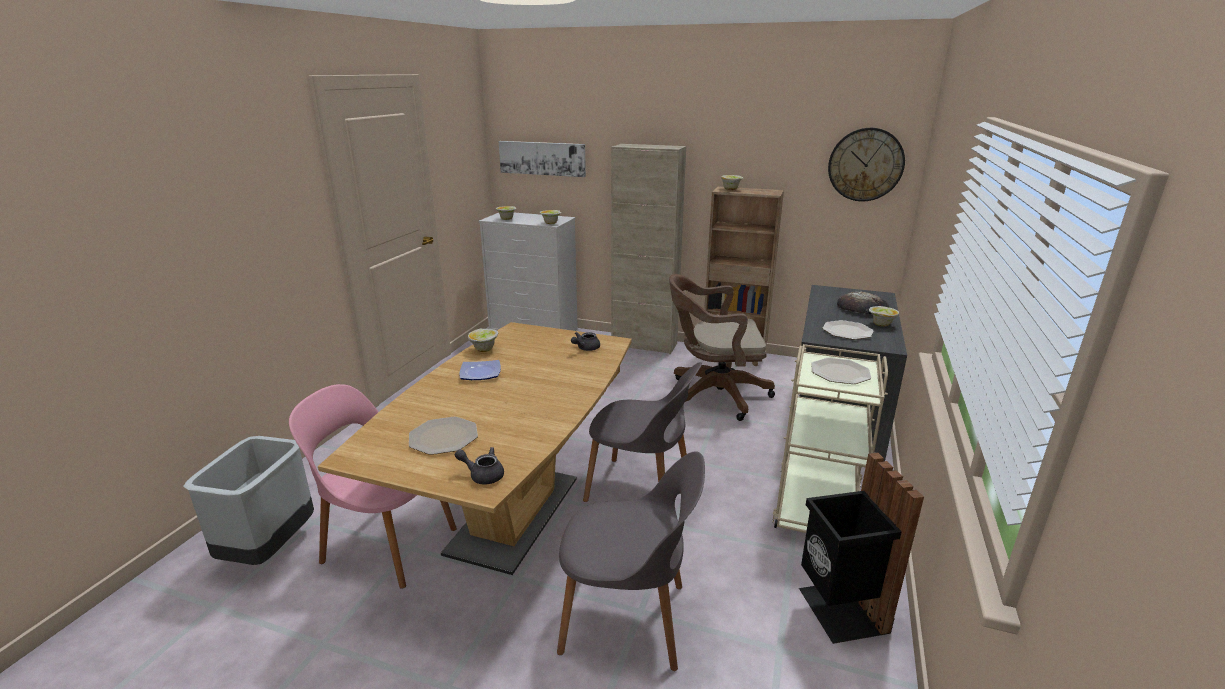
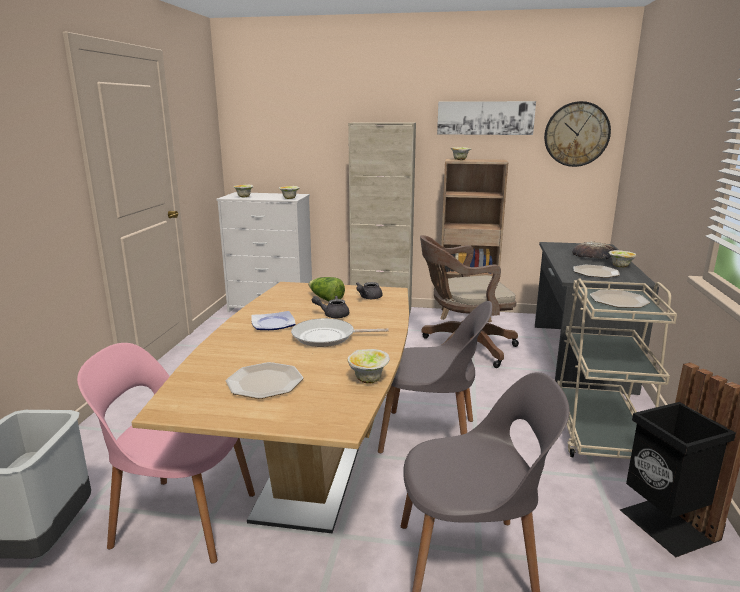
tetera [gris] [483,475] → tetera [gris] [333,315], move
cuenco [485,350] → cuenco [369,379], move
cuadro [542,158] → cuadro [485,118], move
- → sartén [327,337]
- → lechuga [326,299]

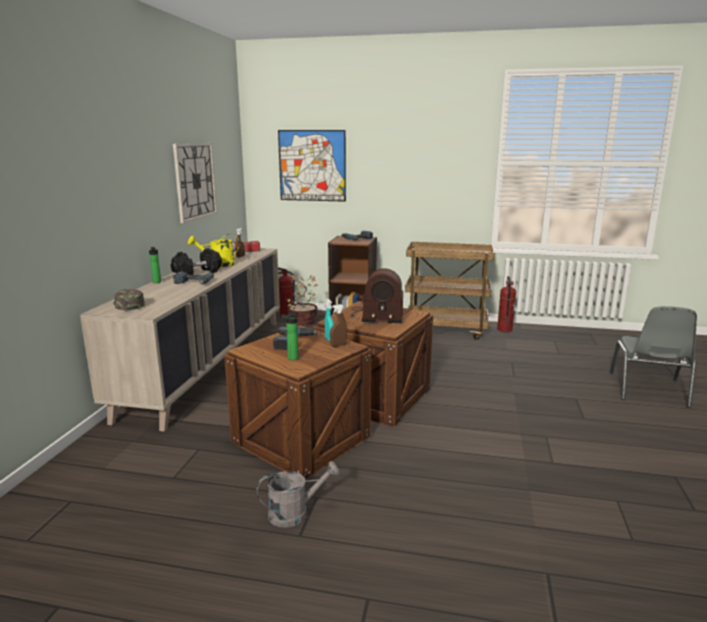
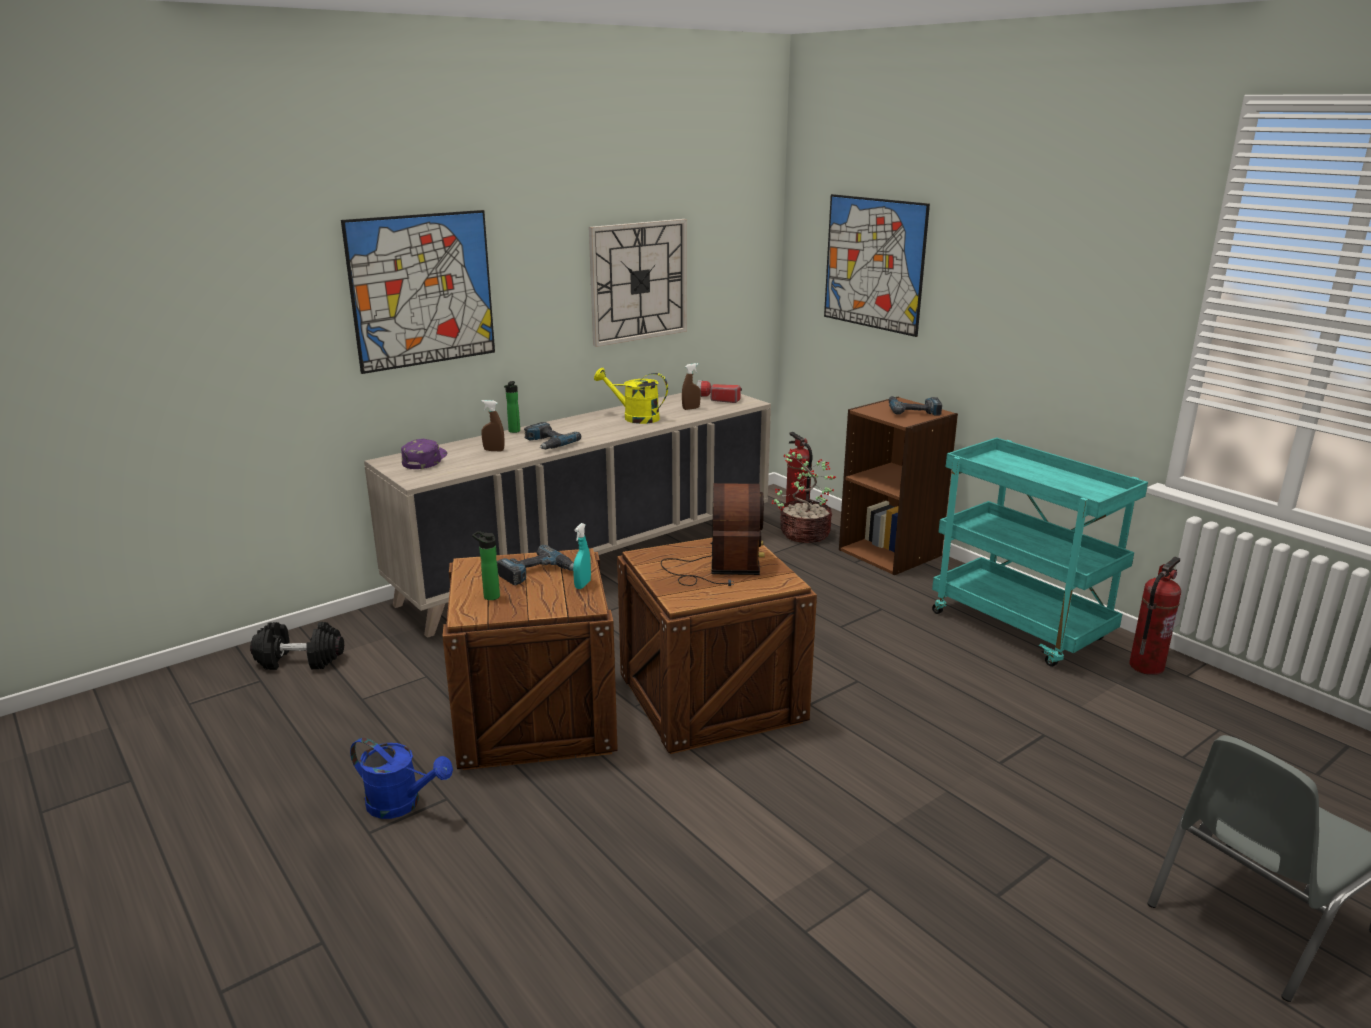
gorra [verde] [128,304] → gorra [morado] [424,460]
mancuerna [negro] [197,272] → mancuerna [negro] [300,660], move
regadera [gris] [295,513] → regadera [azul] [402,804]
pulverizador [marrón] [338,345] → pulverizador [marrón] [494,450], move
radio [376,316] → radio [717,567], 135 degrees counterclockwise
carrito [marrón] [446,330] → carrito [turquesa] [1021,627]
- → cuadro [422,290]

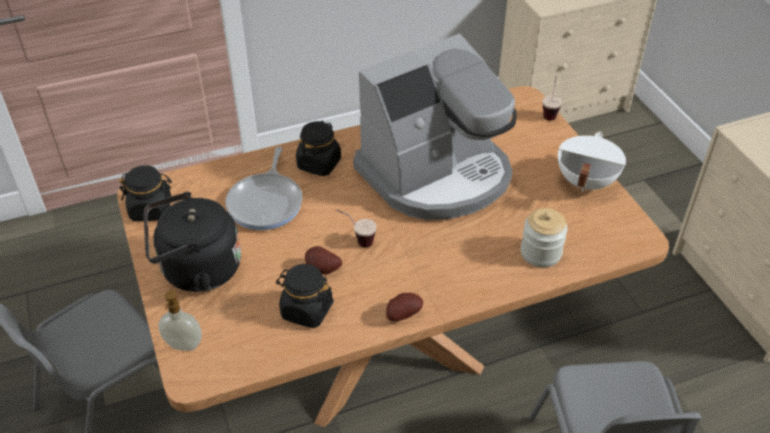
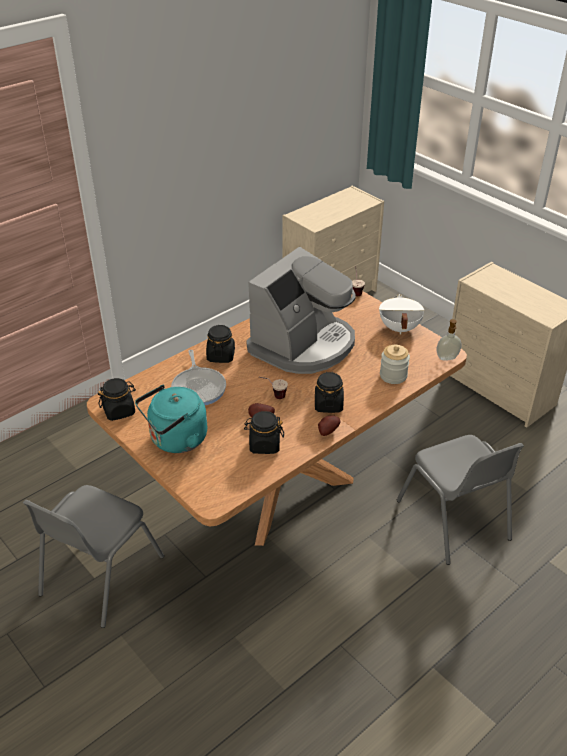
hervidor [negro] [196,270] → hervidor [turquesa] [176,440]
dispensador de jabón [183,345] → dispensador de jabón [447,358], move
- → tarro [negro] [328,404]

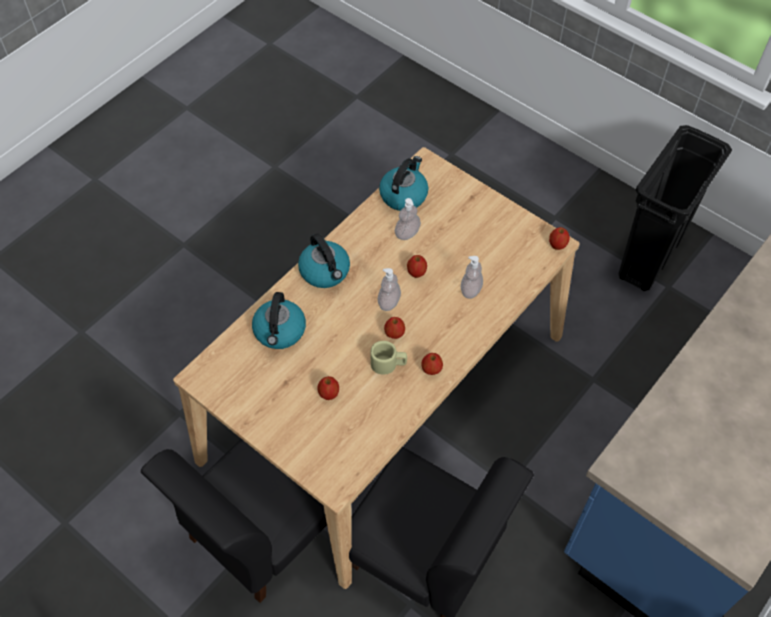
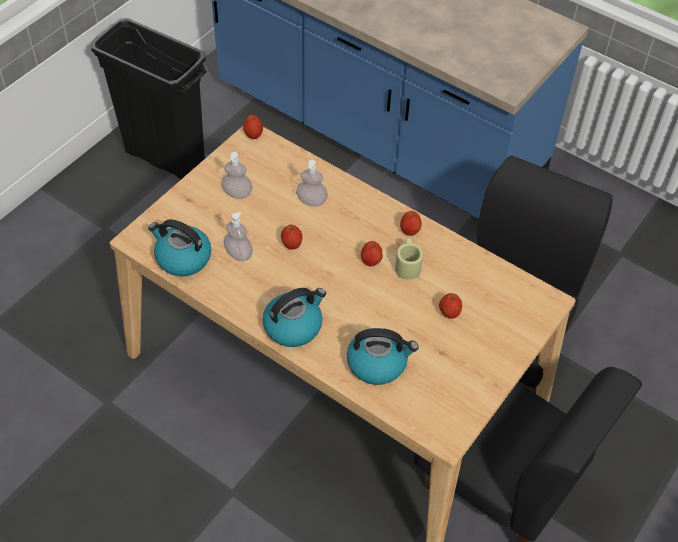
dispensador de jabón [389,302] → dispensador de jabón [237,193], move

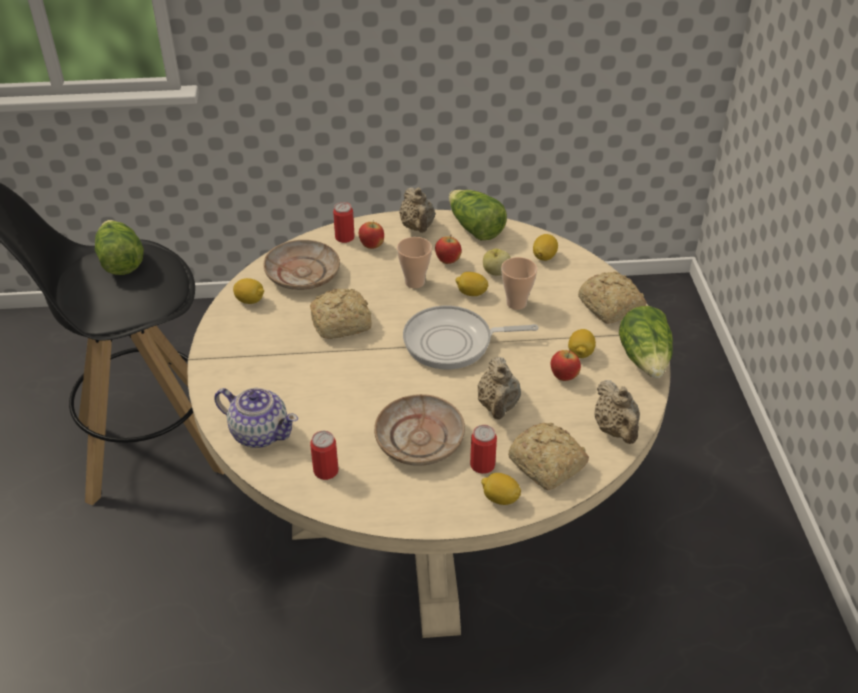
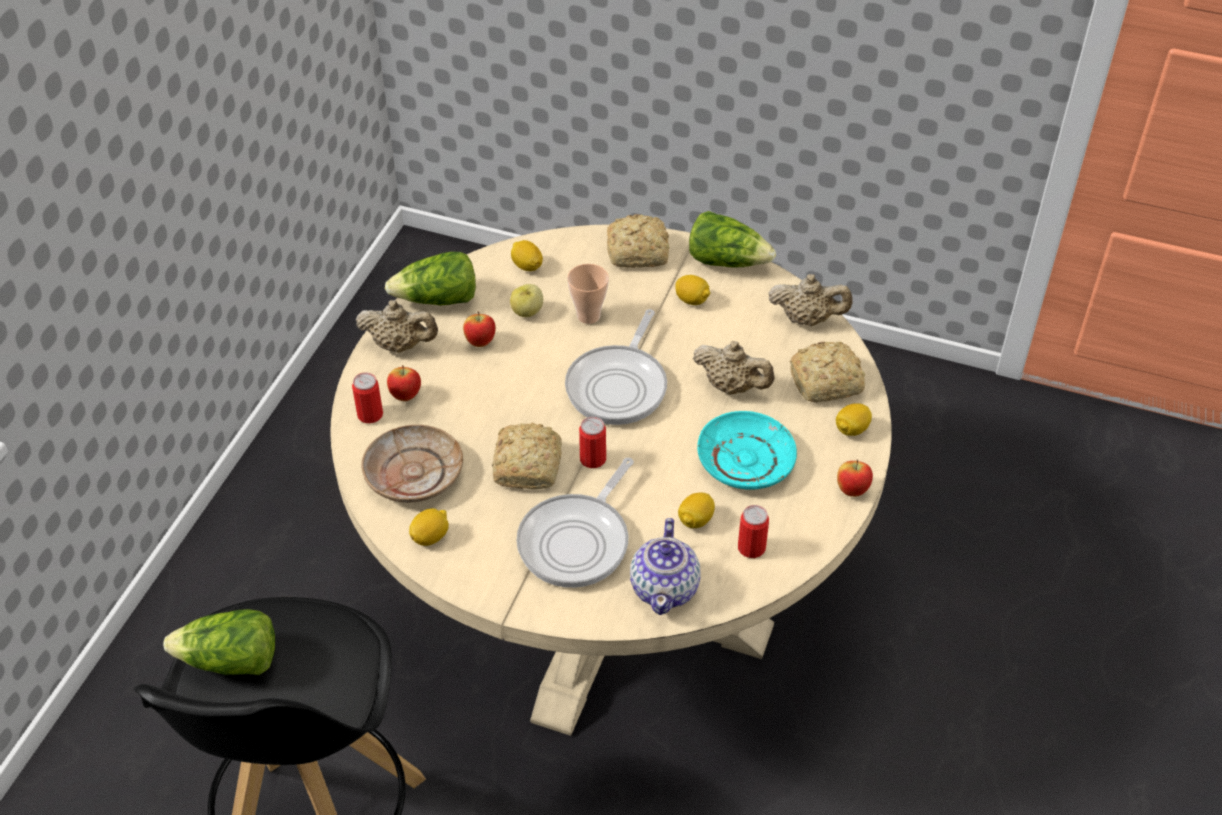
tetera [259,432] → tetera [665,588], 135 degrees clockwise
plato [beis] [420,439] → plato [turquesa] [745,460]
taza [414,282] → -
limón [471,293] → limón [695,520], move
lata [482,465] → lata [592,459], move
manzana [563,377] → manzana [852,490], move
- → sartén [578,541]

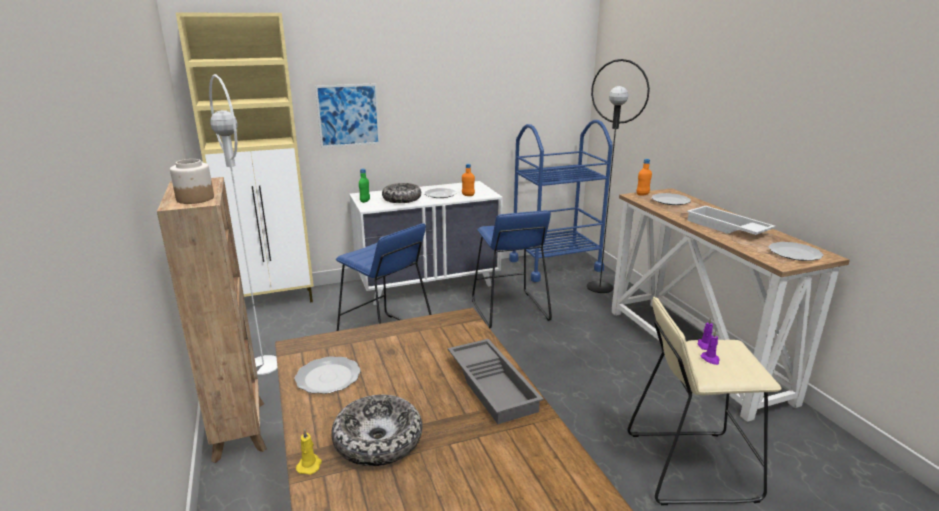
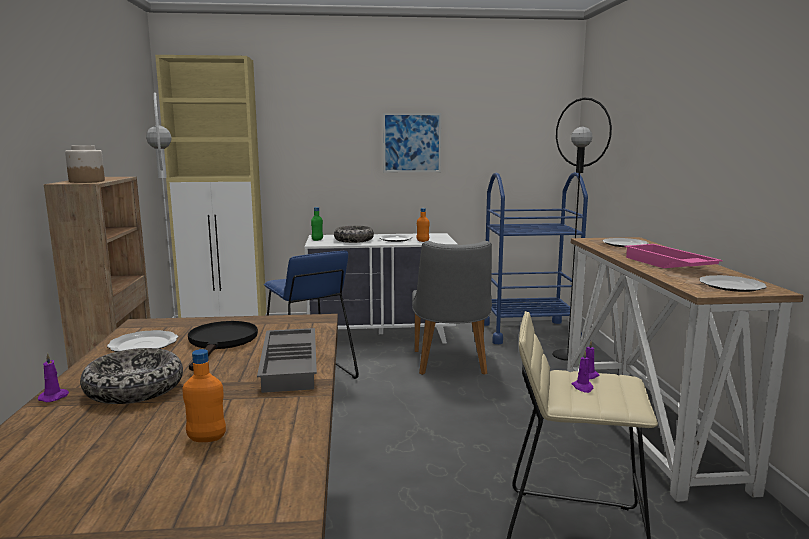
vela [amarillo] [310,465] → vela [morado] [54,397]
cuadro [348,115] → cuadro [412,142], move
taburete [azul] [508,310] → silla [gris] [451,365]
botella [naranja] [642,194] → botella [naranja] [206,439], move
bandeja [blanco] [726,228] → bandeja [rosa] [667,264]
- → sartén [negro] [221,343]

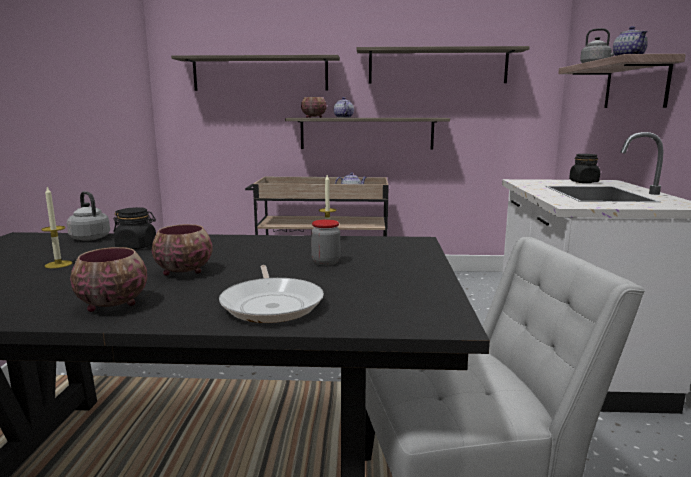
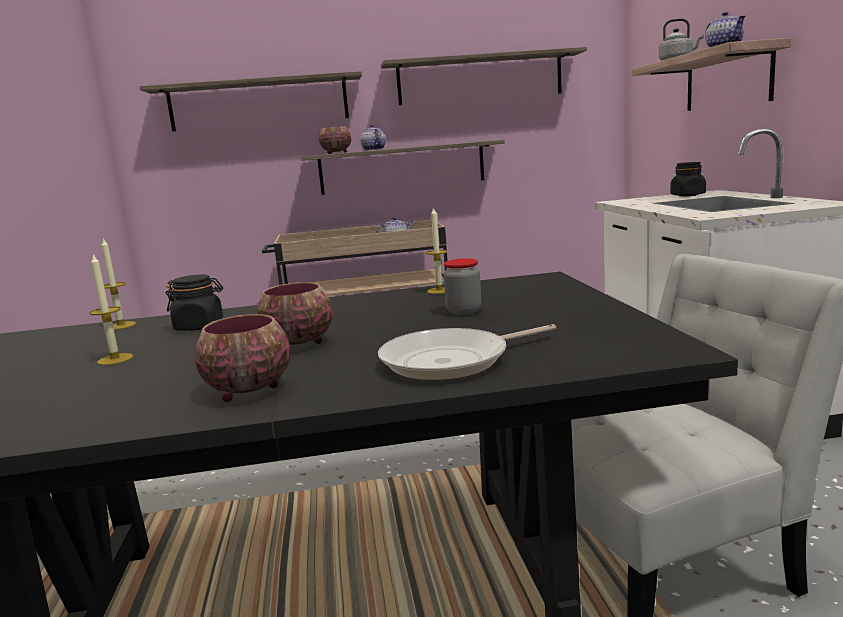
hervidor [gris] [89,238] → vela [121,325]
sartén [272,304] → sartén [452,361], 90 degrees clockwise

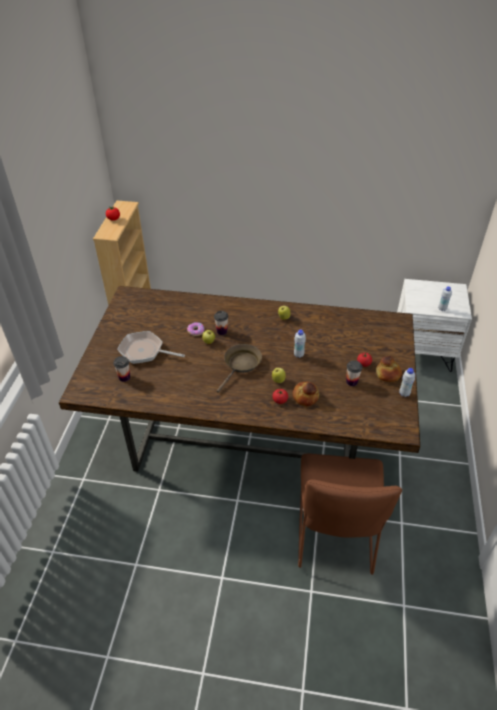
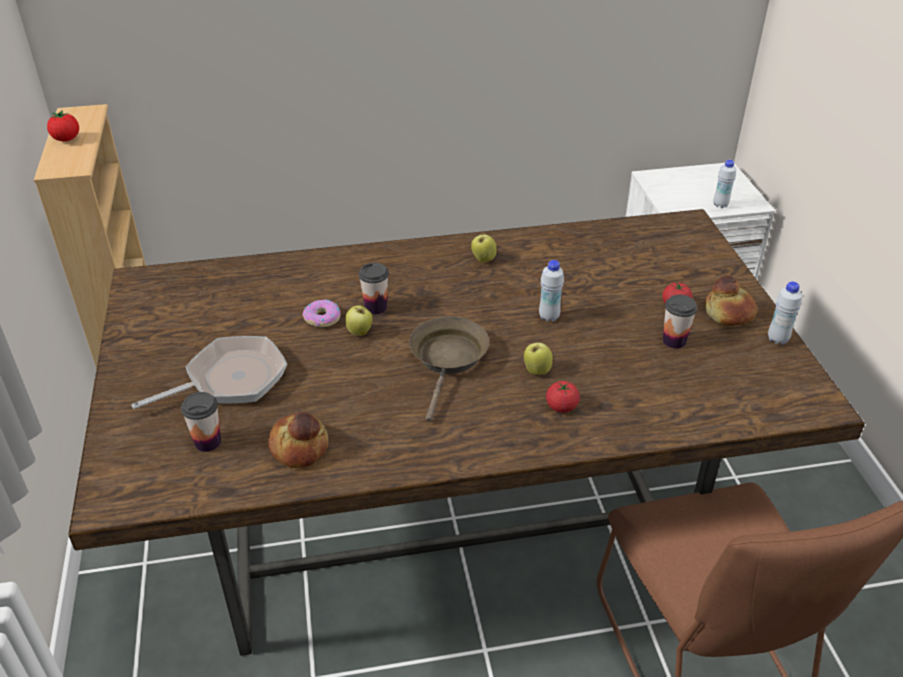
sartén [144,351] → sartén [230,380], 150 degrees clockwise
pan [306,396] → pan [300,447], move

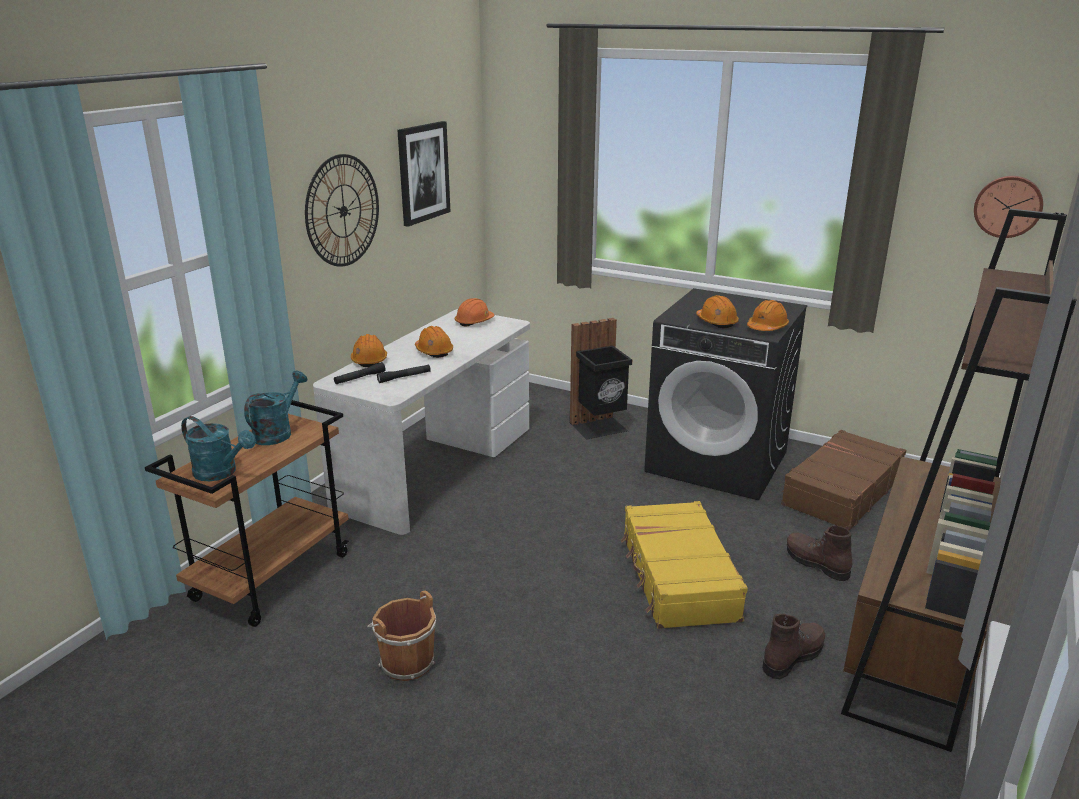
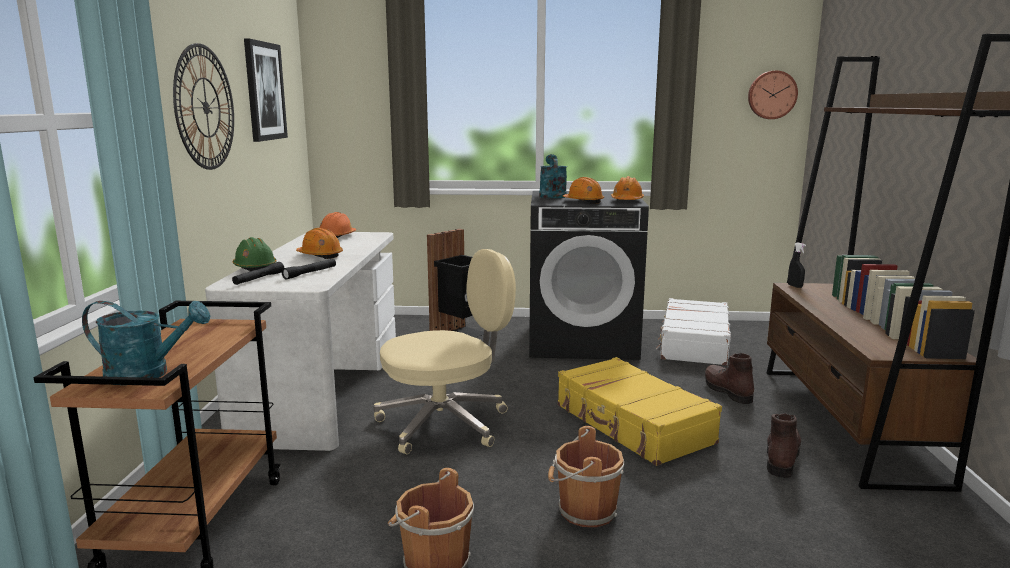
regadera [turquesa] [277,432] → regadera [turquesa] [552,195], move
casco [naranja] [369,360] → casco [verde] [254,267]
maleta [marrón] [840,491] → maleta [blanco] [693,343]
bota [marrón] [816,563] → bota [marrón] [727,391], 45 degrees clockwise
- → silla de oficina [beis] [446,423]
- → cubo [marrón] [584,511]
- → pulverizador [negro] [795,286]

